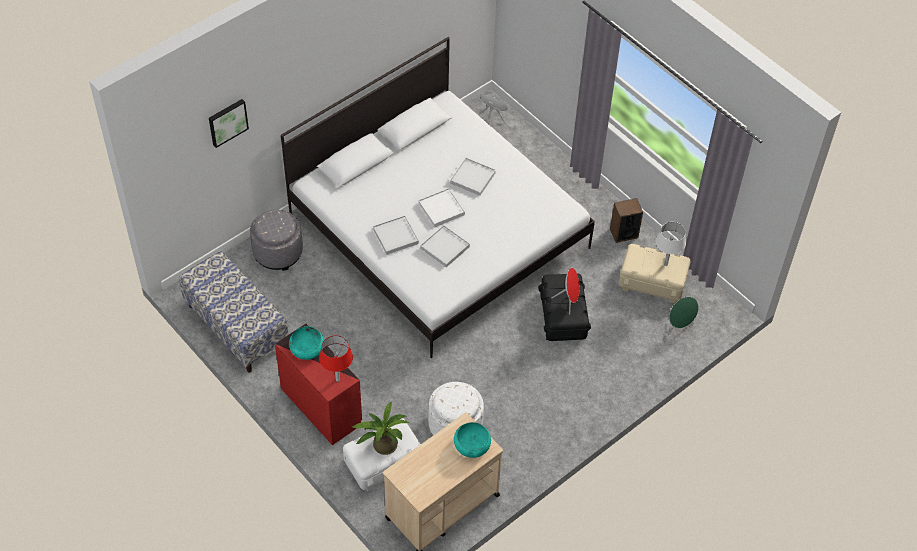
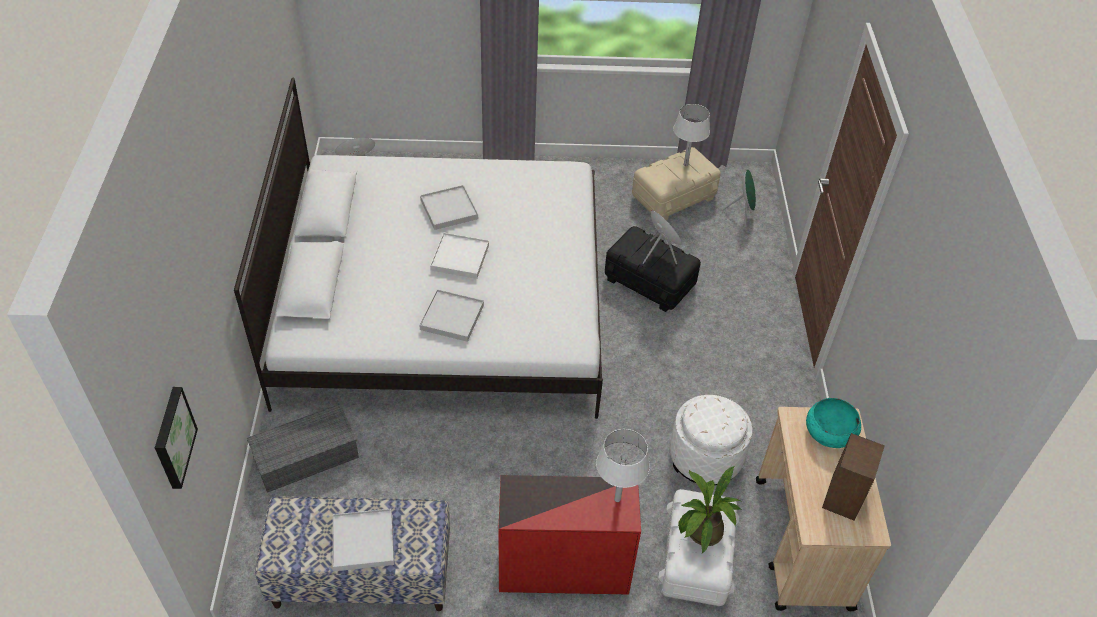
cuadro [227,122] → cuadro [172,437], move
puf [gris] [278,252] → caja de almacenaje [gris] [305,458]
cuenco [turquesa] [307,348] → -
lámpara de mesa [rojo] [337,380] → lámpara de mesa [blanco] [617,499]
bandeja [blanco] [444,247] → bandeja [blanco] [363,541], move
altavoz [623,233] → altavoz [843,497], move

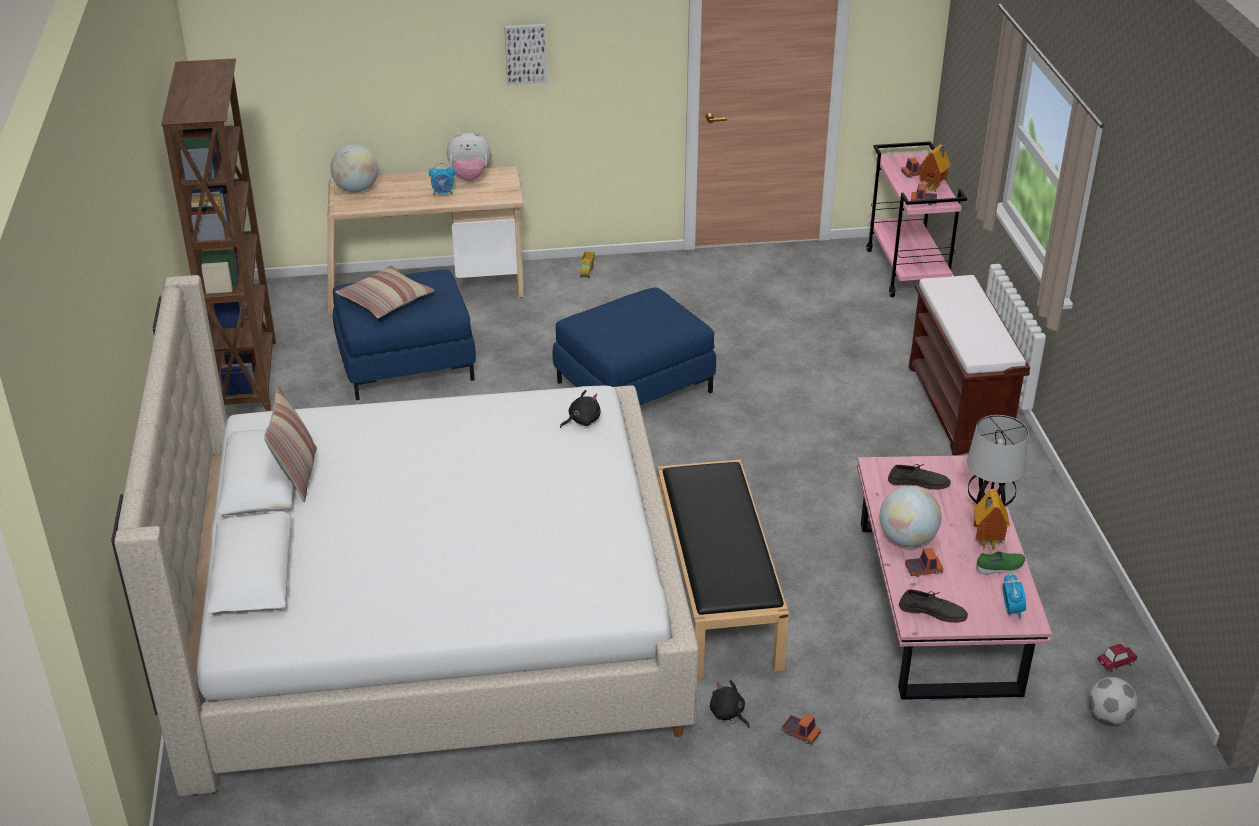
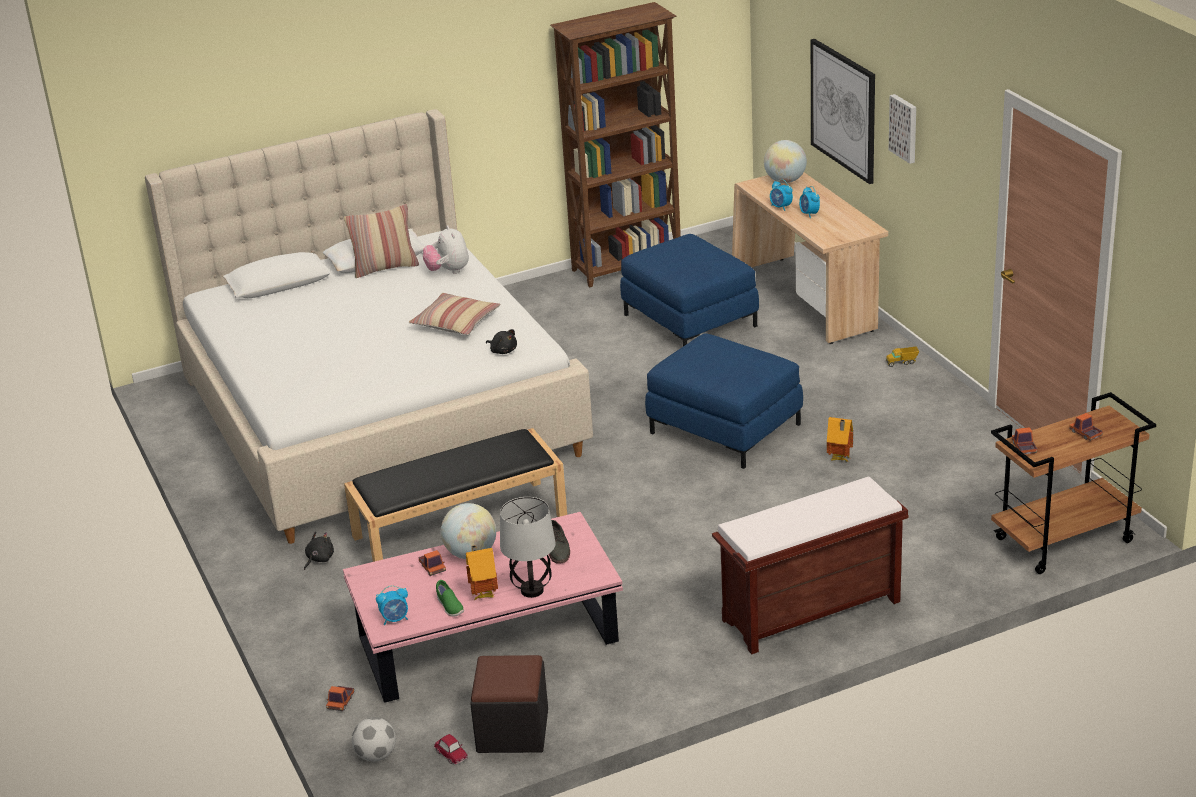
cojín [385,300] → cojín [456,322], move
peluche [470,177] → peluche [448,271], move
camión de juguete [801,733] → camión de juguete [341,702], move
carrito [rosa] [907,272] → carrito [marrón] [1063,541]
zapato [gris] [932,611] → -
casita [933,189] → casita [839,459], move
- → puf [negro] [512,731]
- → despertador [781,207]
- → cuadro [843,110]

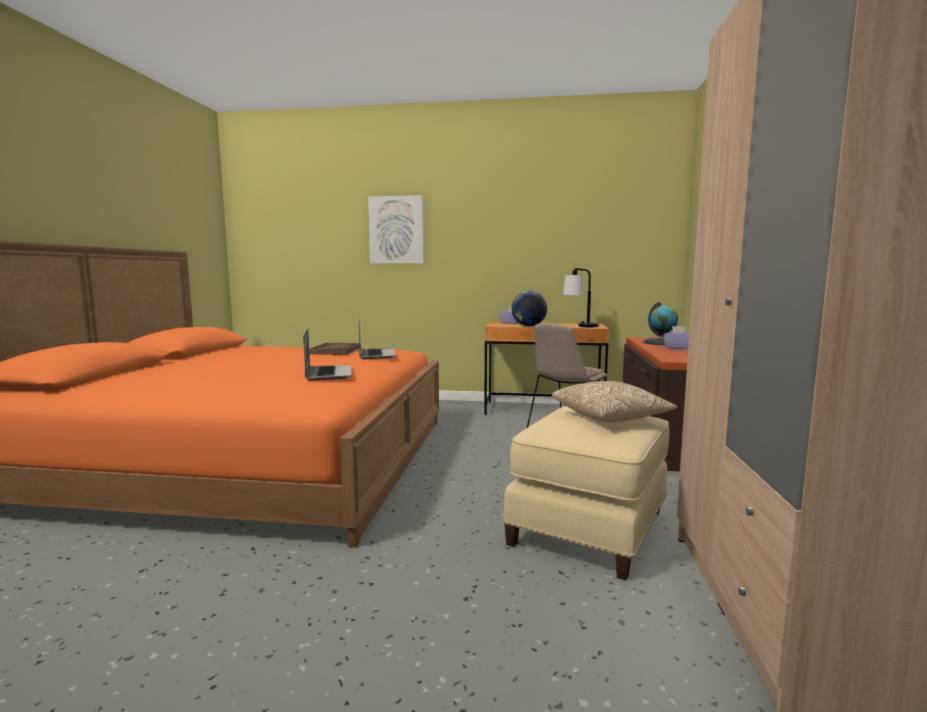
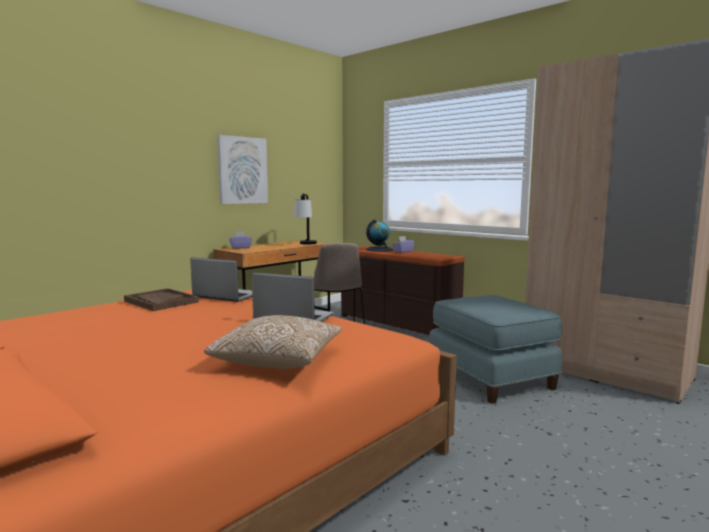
cuadro [396,230] → cuadro [242,170], move
puf [beis] [590,528] → puf [azul] [491,377]
globo terráqueo [528,326] → -
cojín [611,418] → cojín [278,360], move

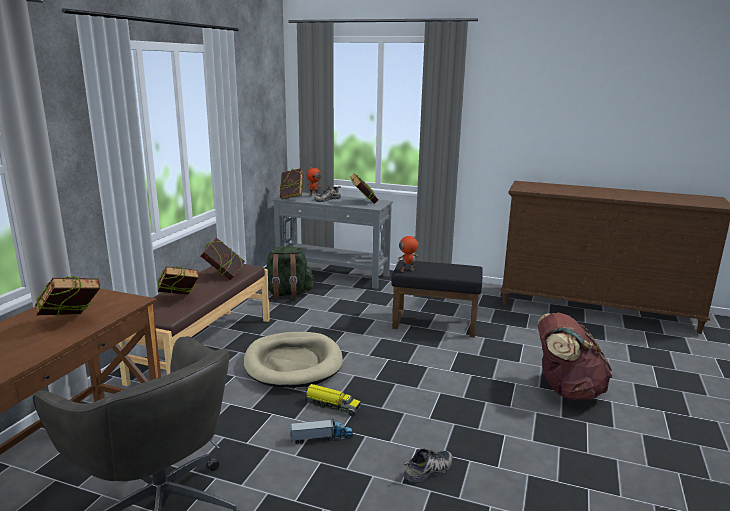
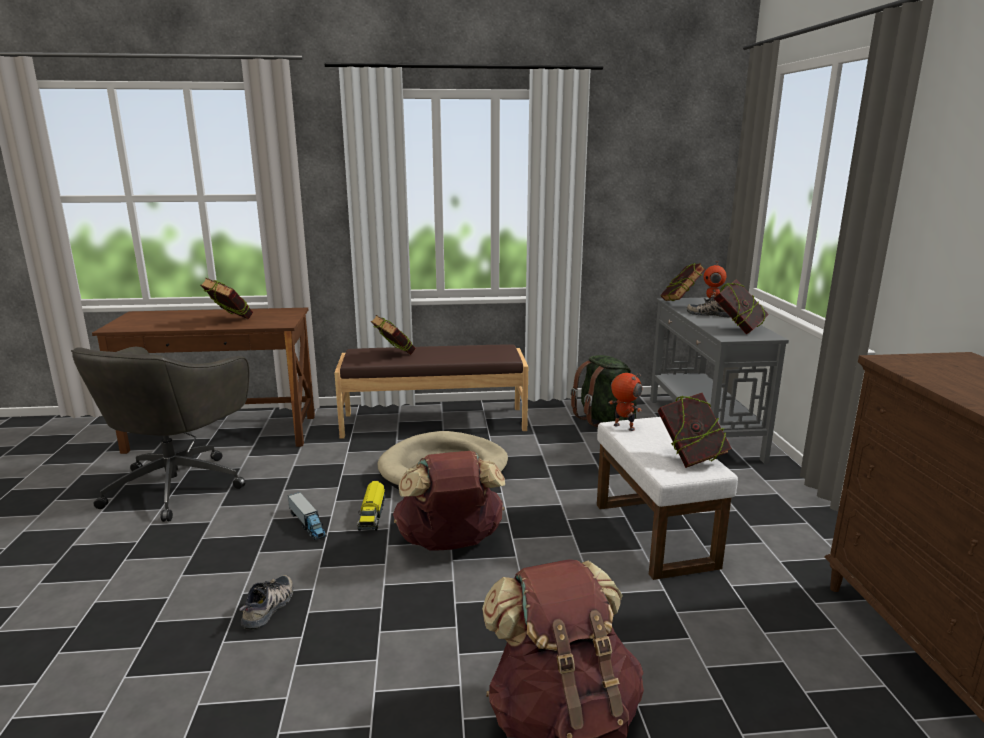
libro [224,276] → libro [690,458], move
puf [negro] [436,323] → puf [blanco] [656,535]
zapato [428,471] → zapato [269,607], 105 degrees counterclockwise
- → mochila [marrón] [450,544]

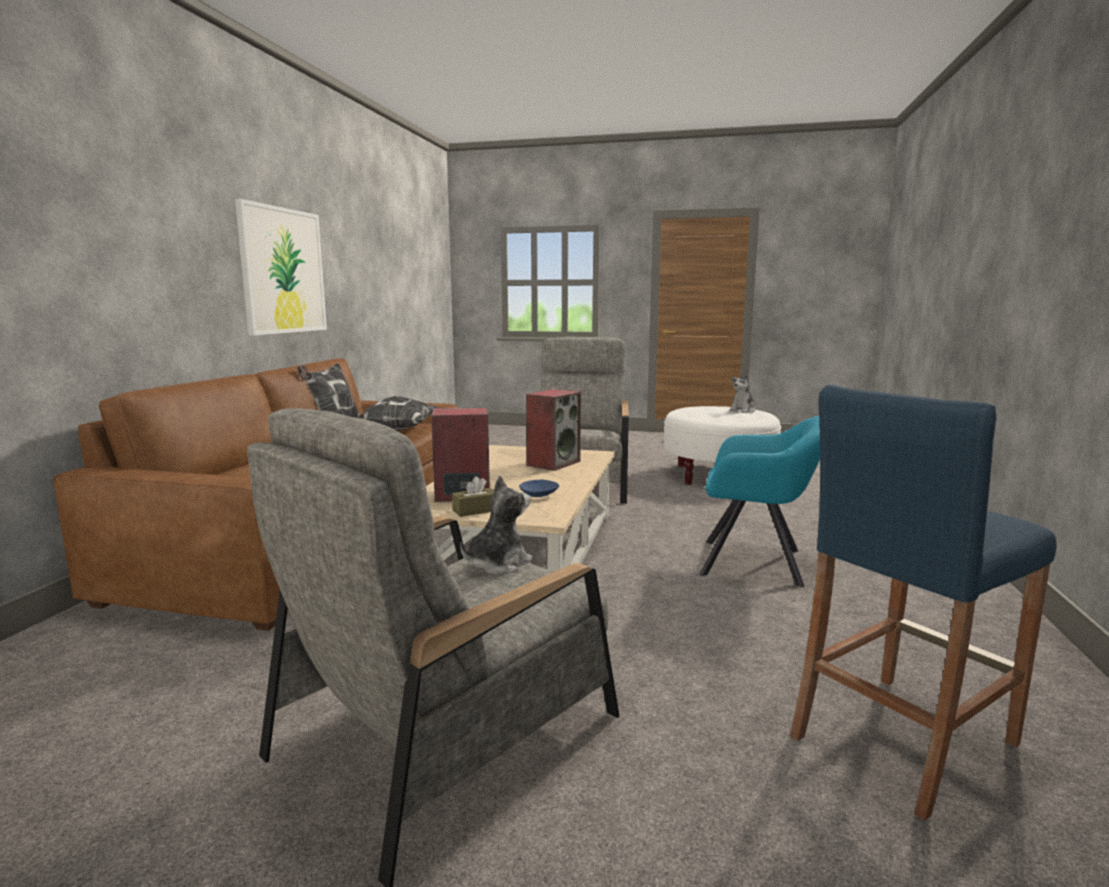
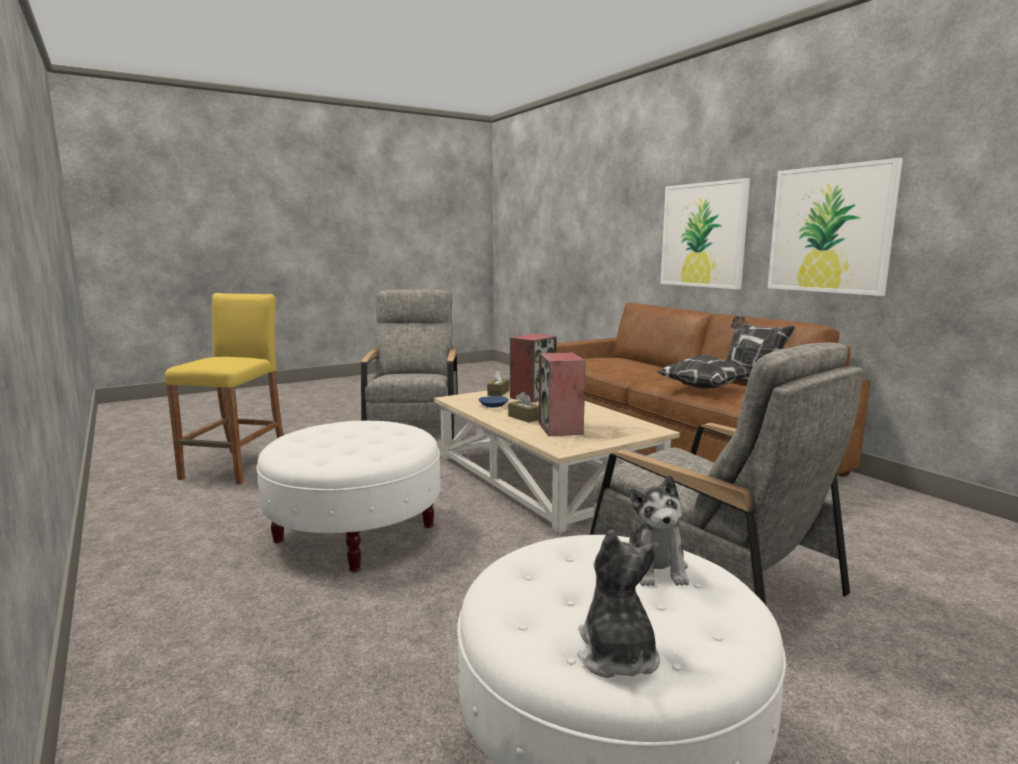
peluche [497,564] → peluche [656,567], move
sillón [turquesa] [757,562] → puf [blanco] [355,533]
taburete [azul] [902,739] → taburete [amarillo] [236,466]
- → caja de pañuelos [marrón] [524,418]
- → cuadro [703,235]

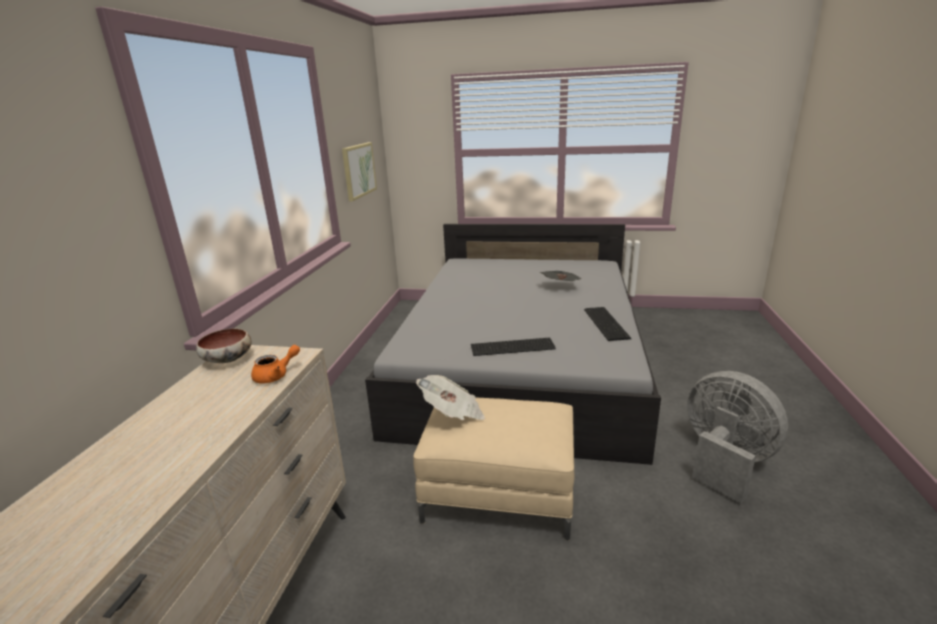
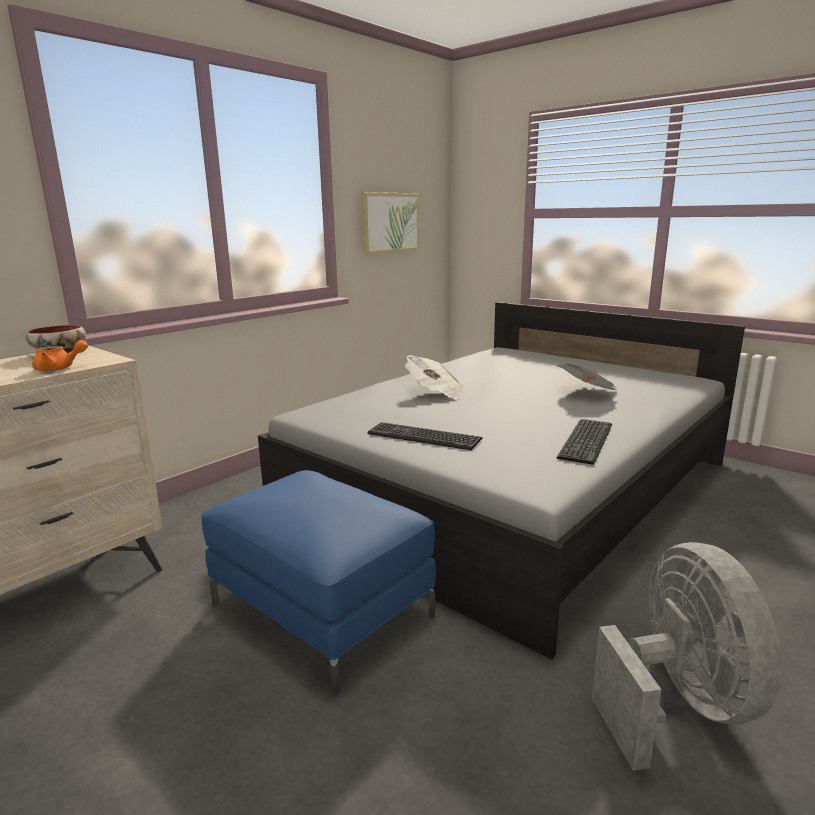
puf [beis] [499,493] → puf [azul] [321,609]
periódico [453,413] → periódico [435,392], move

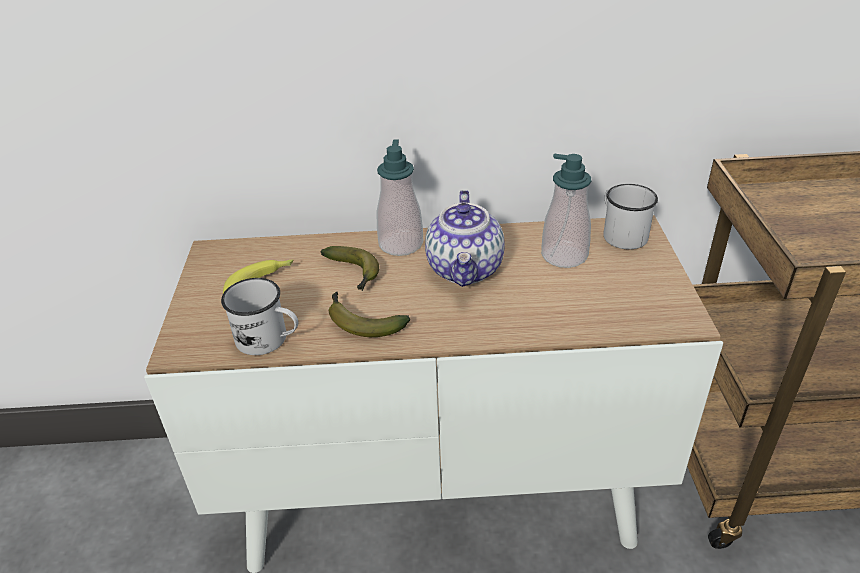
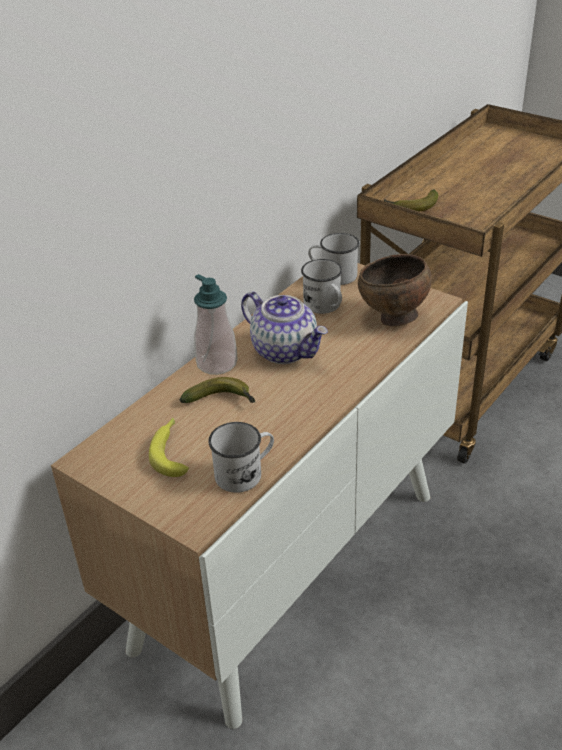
plátano [361,322] → plátano [411,207], move
dispensador de jabón [564,255] → taza grande [blanco] [325,307]
- → cuenco [marrón] [393,319]

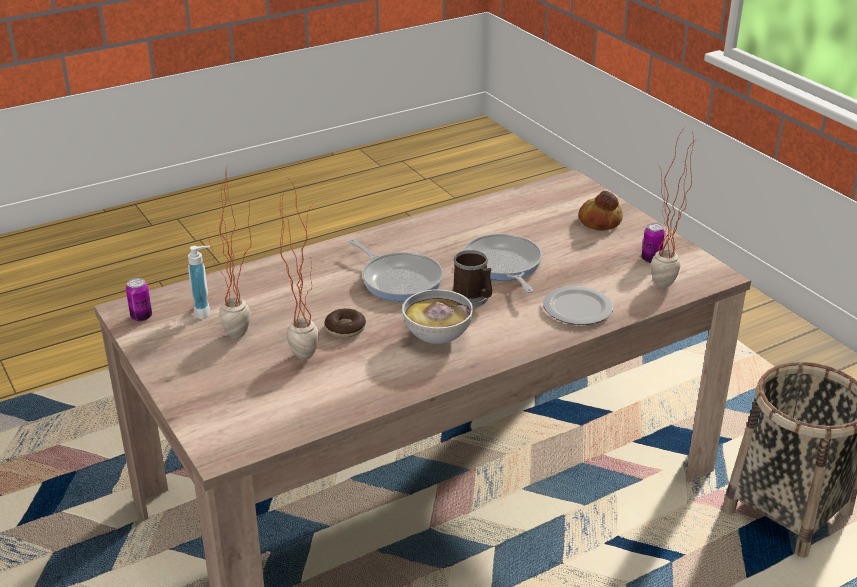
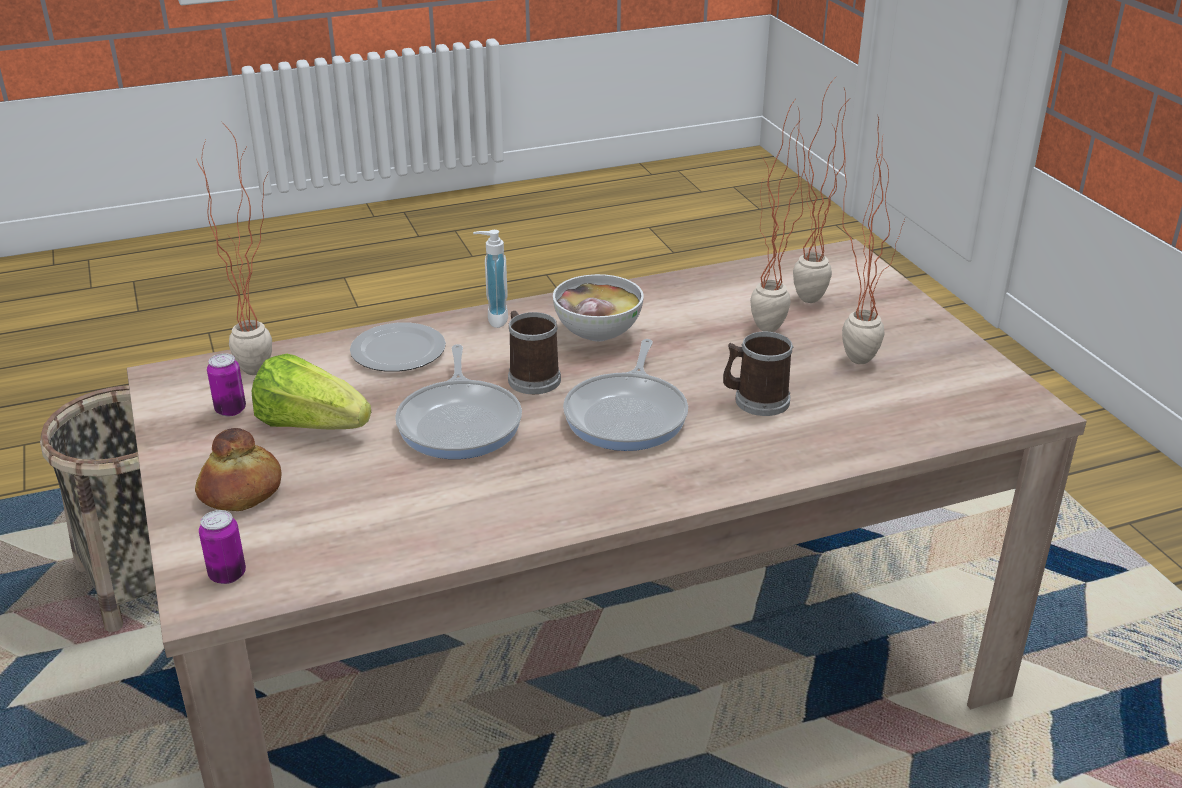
lata [141,317] → lata [227,575], move
dispensador de jabón [205,310] → dispensador de jabón [493,318], move
rosquilla [345,329] → -
sartén [399,279] → sartén [628,415], 135 degrees counterclockwise
- → lechuga [311,425]
- → taza grande [755,400]
- → planta en maceta [804,304]

